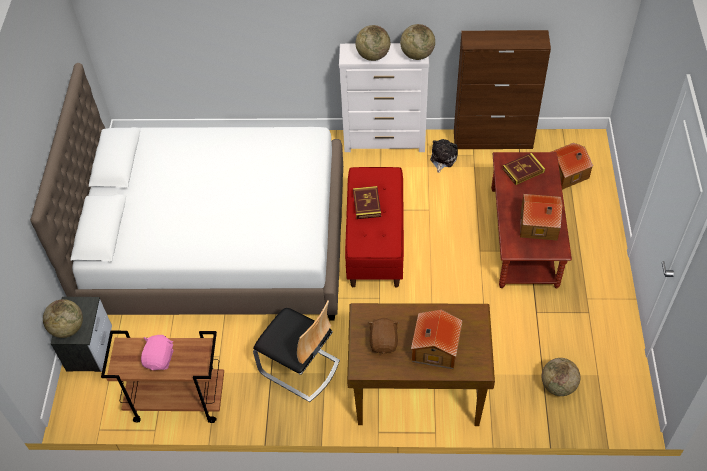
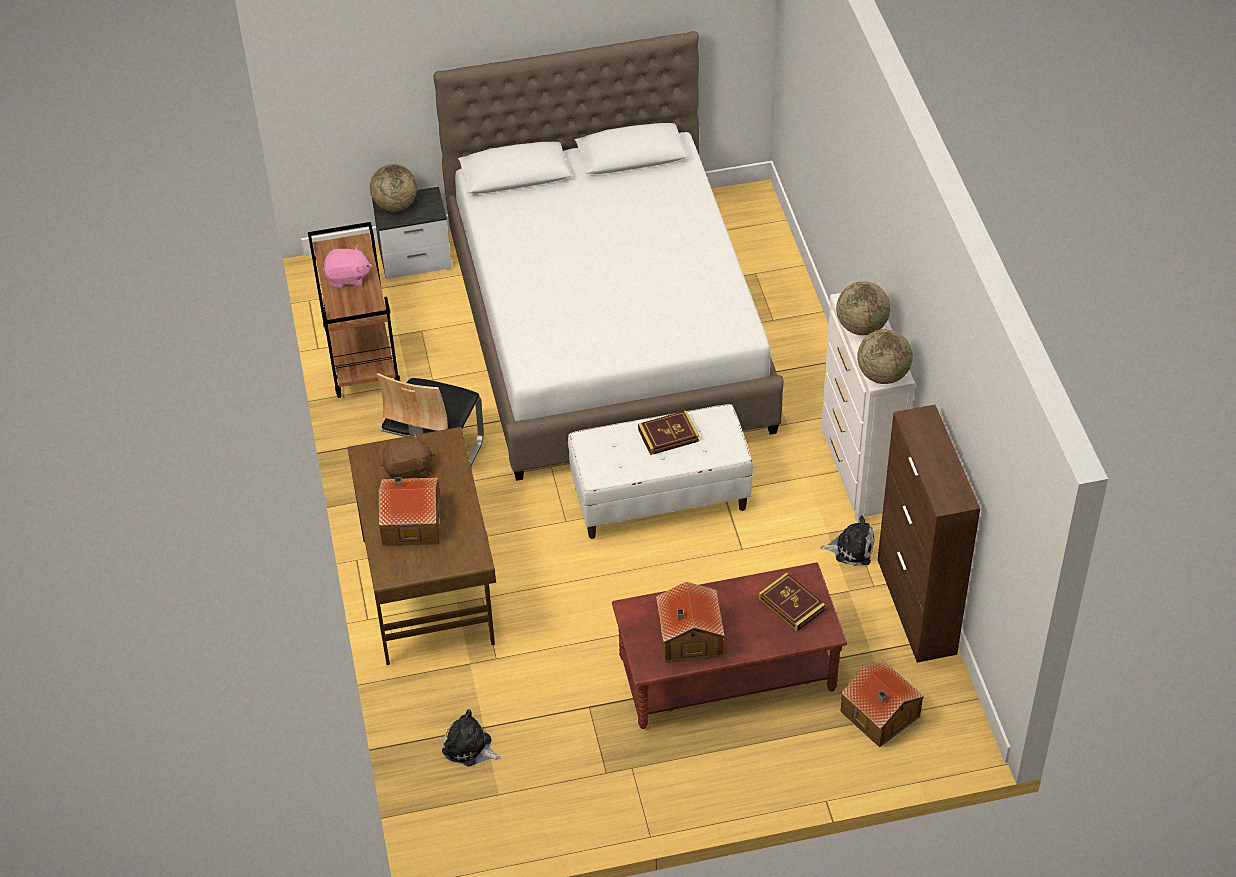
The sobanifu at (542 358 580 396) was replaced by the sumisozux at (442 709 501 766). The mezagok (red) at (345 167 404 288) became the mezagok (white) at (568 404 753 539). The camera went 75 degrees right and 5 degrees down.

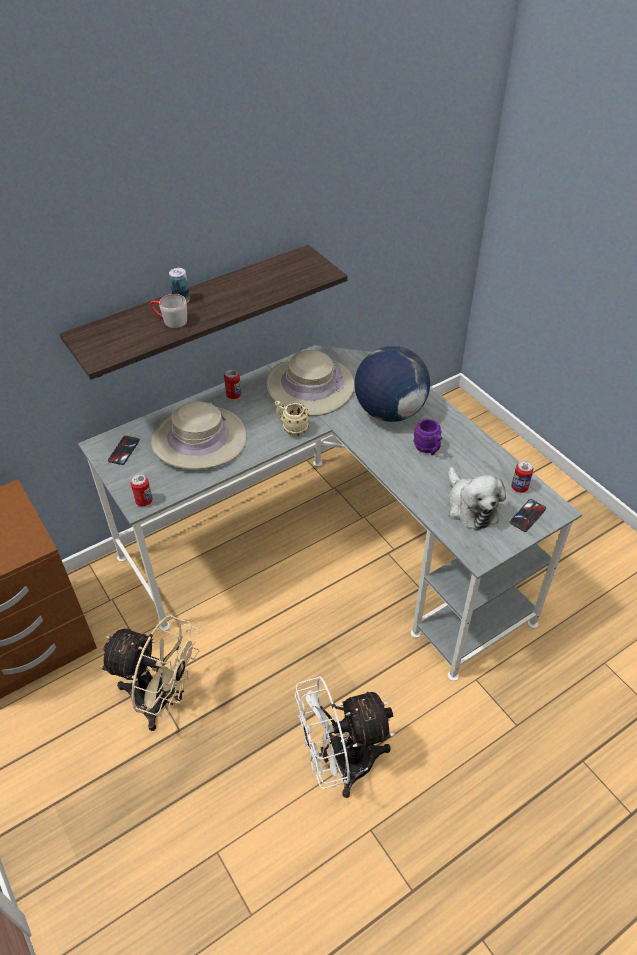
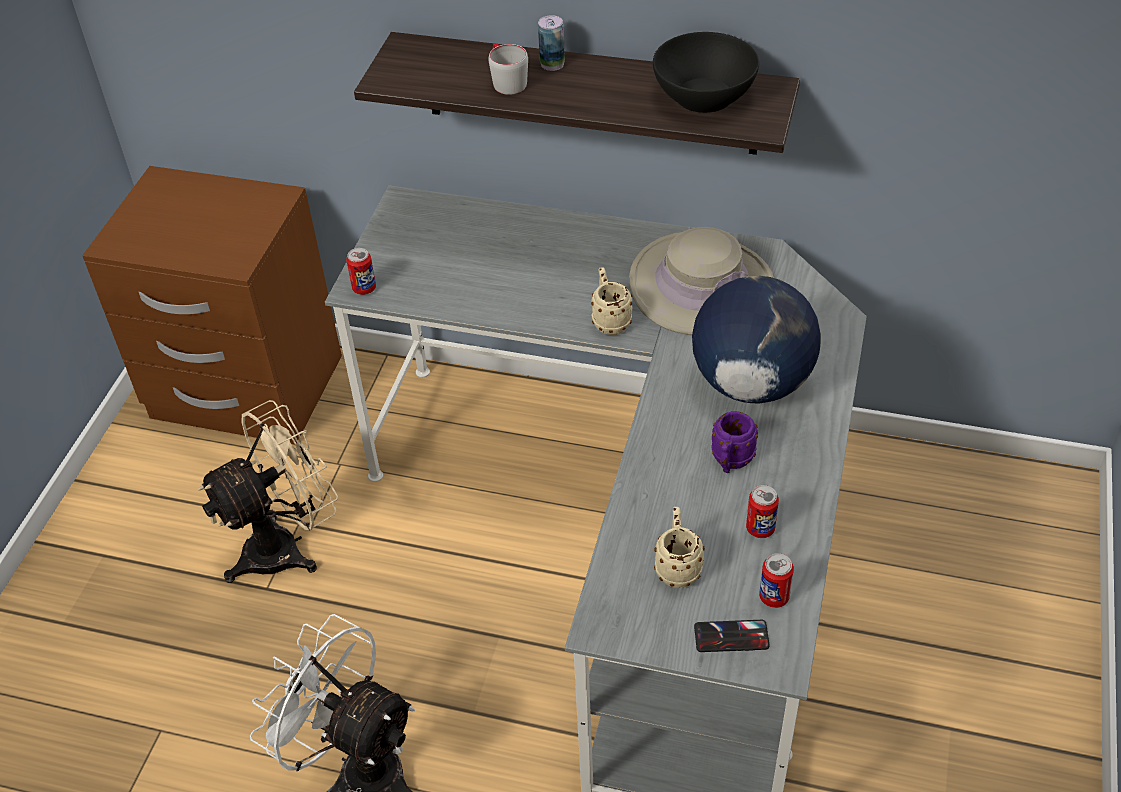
The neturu at (108 436 140 465) disappeared. The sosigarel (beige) at (151 402 247 470) disappeared. The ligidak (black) at (653 32 759 113) appeared. The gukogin moved from (224 369 241 399) to (746 485 779 538). The sumisozux at (448 467 506 530) was replaced by the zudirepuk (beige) at (654 507 705 588). The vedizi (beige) at (99 615 200 731) turned 105 degrees counterclockwise. The camera went 50 degrees right and 0 degrees up.

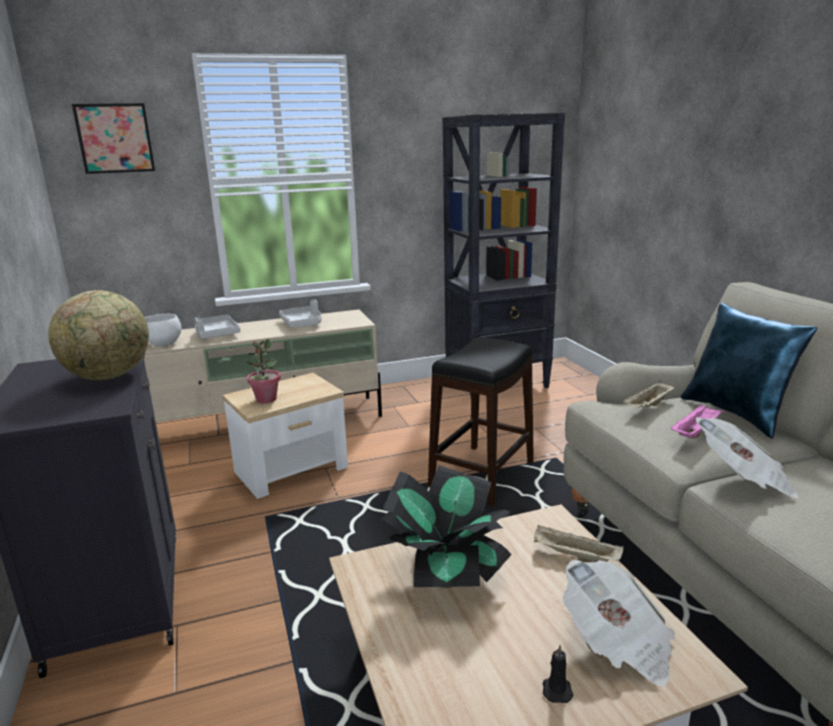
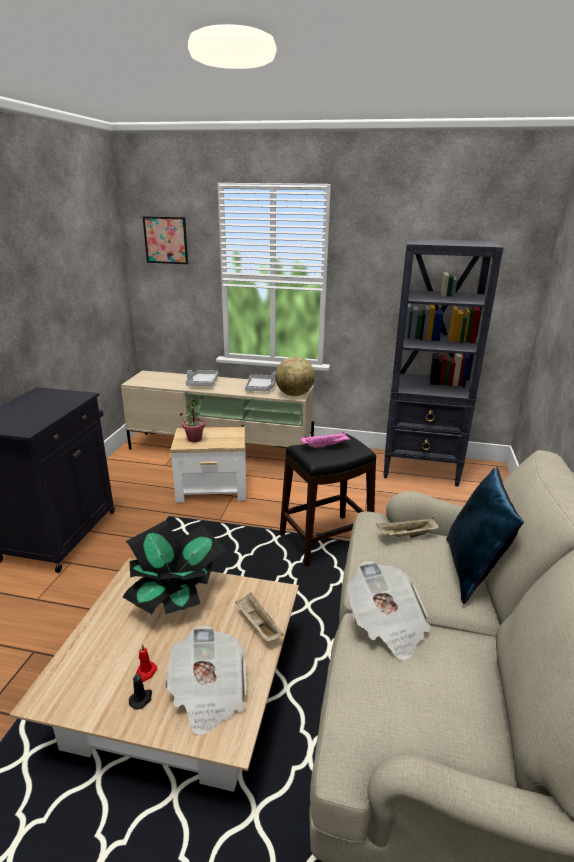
The ligidak (white) at (145 314 182 347) disappeared. The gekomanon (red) at (136 644 157 682) appeared. The sobanifu moved from (48 290 149 380) to (275 357 315 396). The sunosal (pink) moved from (670 403 725 439) to (301 432 351 449). The camera went 30 degrees right and 5 degrees up.

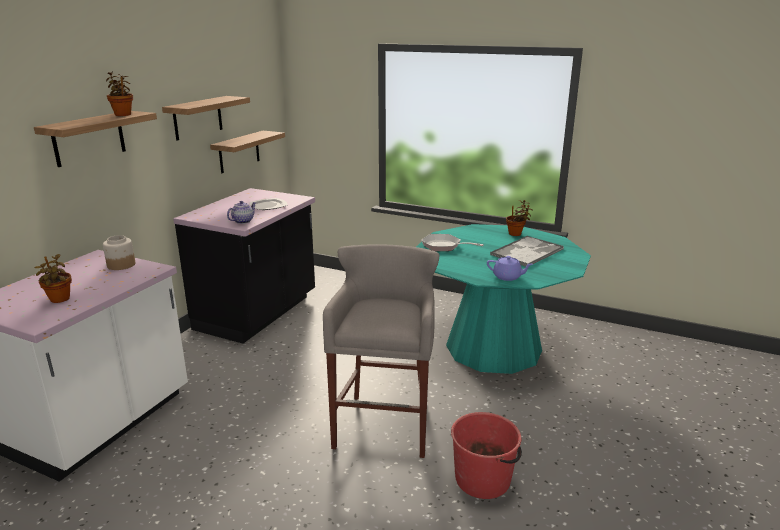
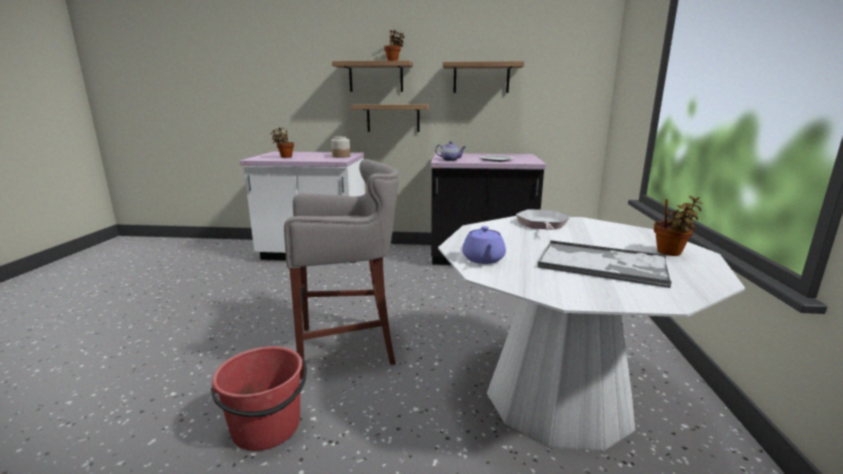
The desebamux moved from (210 131 285 173) to (351 104 429 132). The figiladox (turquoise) at (416 224 591 374) became the figiladox (white) at (438 216 745 451). The camera went 70 degrees right and 5 degrees down.

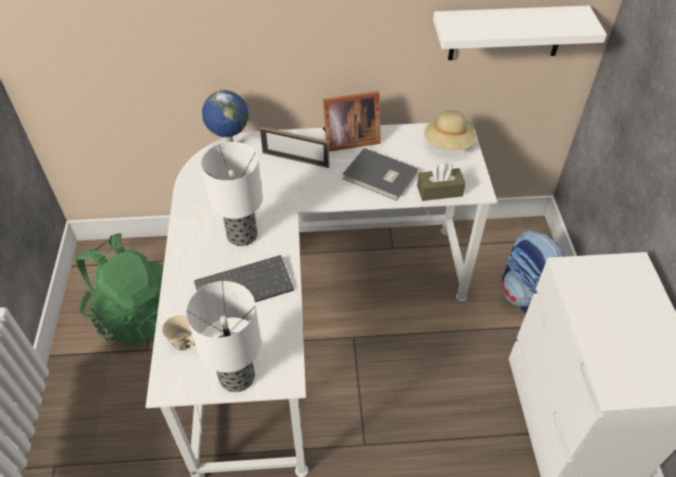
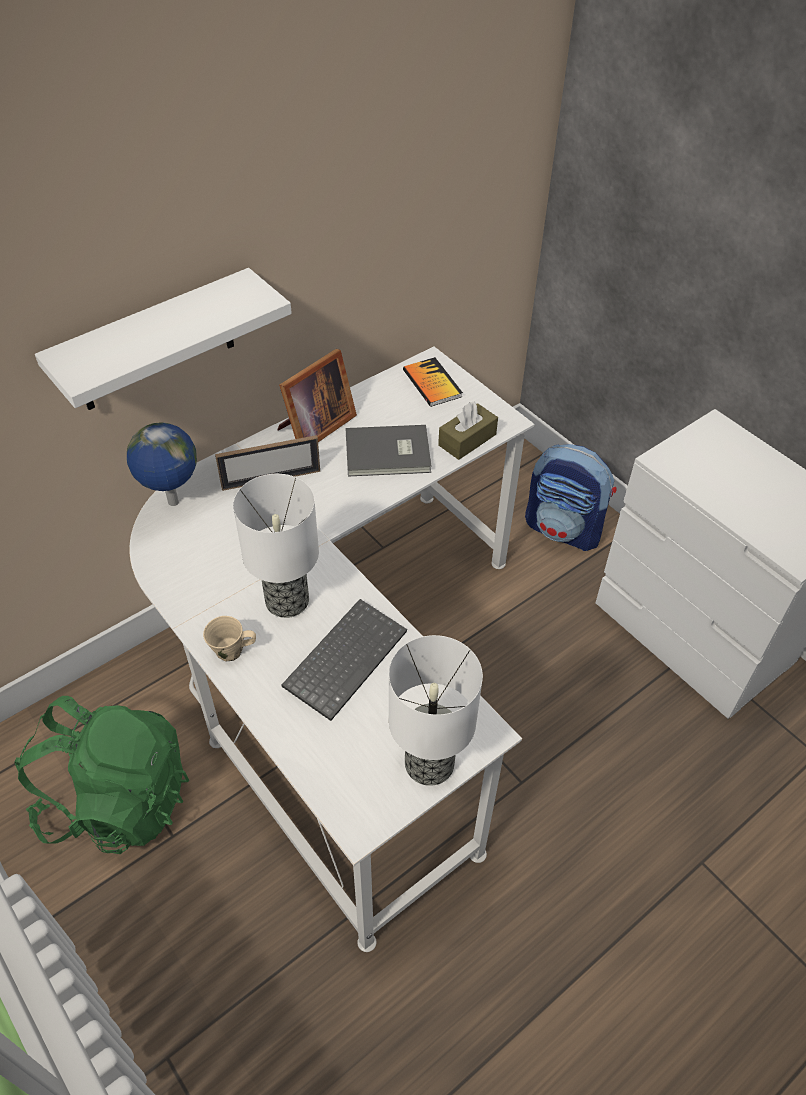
The zudirepuk (beige) moved from (162 315 195 350) to (203 616 256 661). The desebamux (white) moved from (433 6 607 60) to (35 268 292 410). The sosigarel (beige) at (424 110 476 150) was replaced by the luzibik at (403 357 463 407). The camera went 35 degrees left and 0 degrees up.

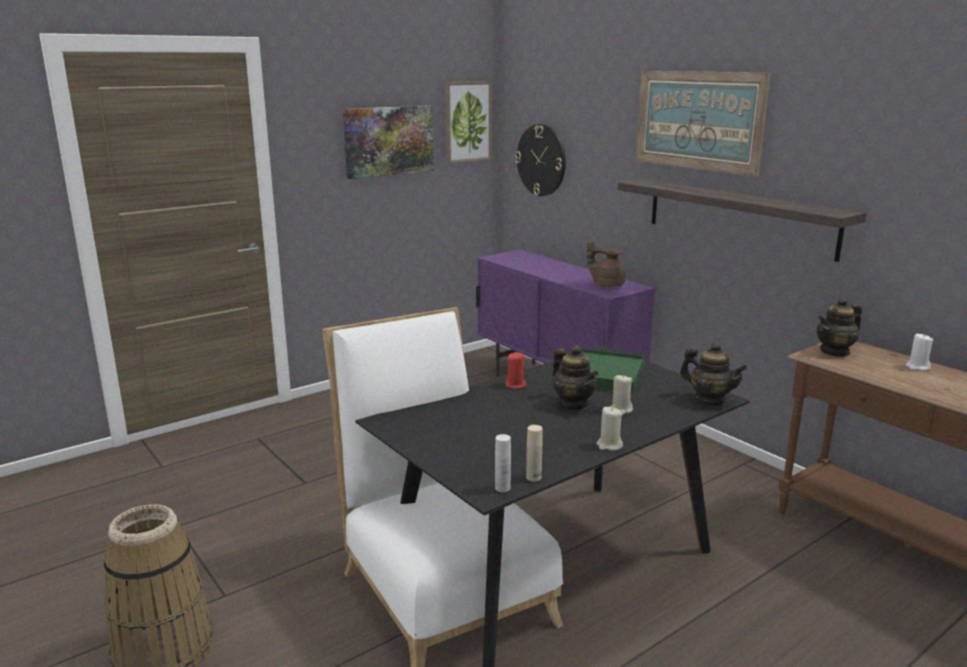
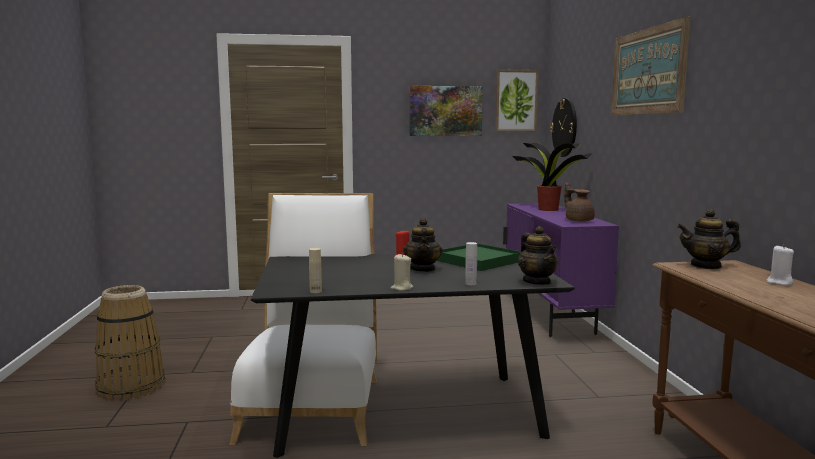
The gekomanon (beige) at (610 374 633 415) disappeared. The desebamux at (618 179 867 262) disappeared. The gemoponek at (512 143 593 211) appeared. The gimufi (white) moved from (495 434 511 492) to (465 242 477 285). The camera went 30 degrees right and 10 degrees down.

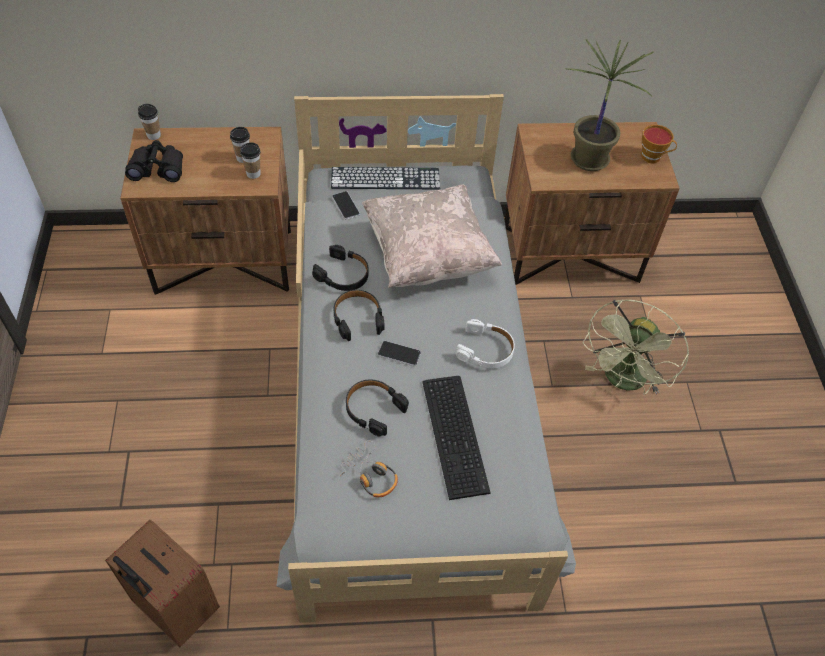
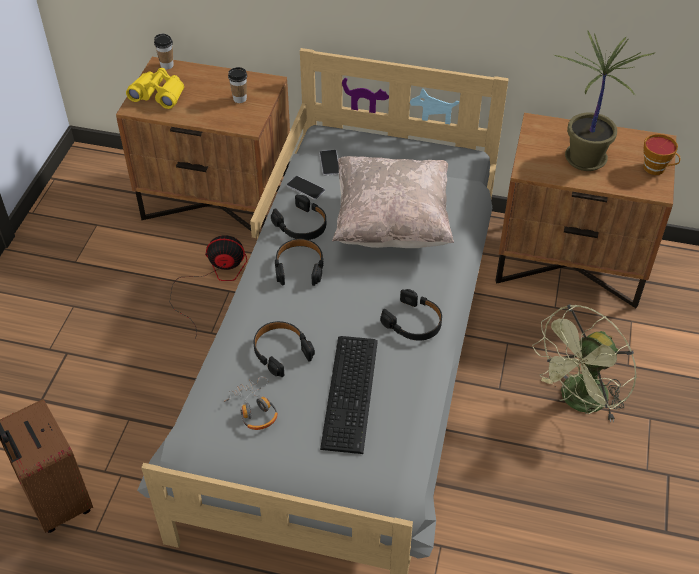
The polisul at (240 142 261 179) disappeared. The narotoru at (331 167 440 189) disappeared. The vedizi at (170 235 247 340) appeared. The neturu moved from (378 341 421 366) to (287 176 325 200). The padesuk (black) at (125 140 183 182) became the padesuk (yellow) at (126 68 184 109). The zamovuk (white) at (456 319 515 368) became the zamovuk (black) at (380 289 442 341). The camera went 20 degrees right and 5 degrees down.

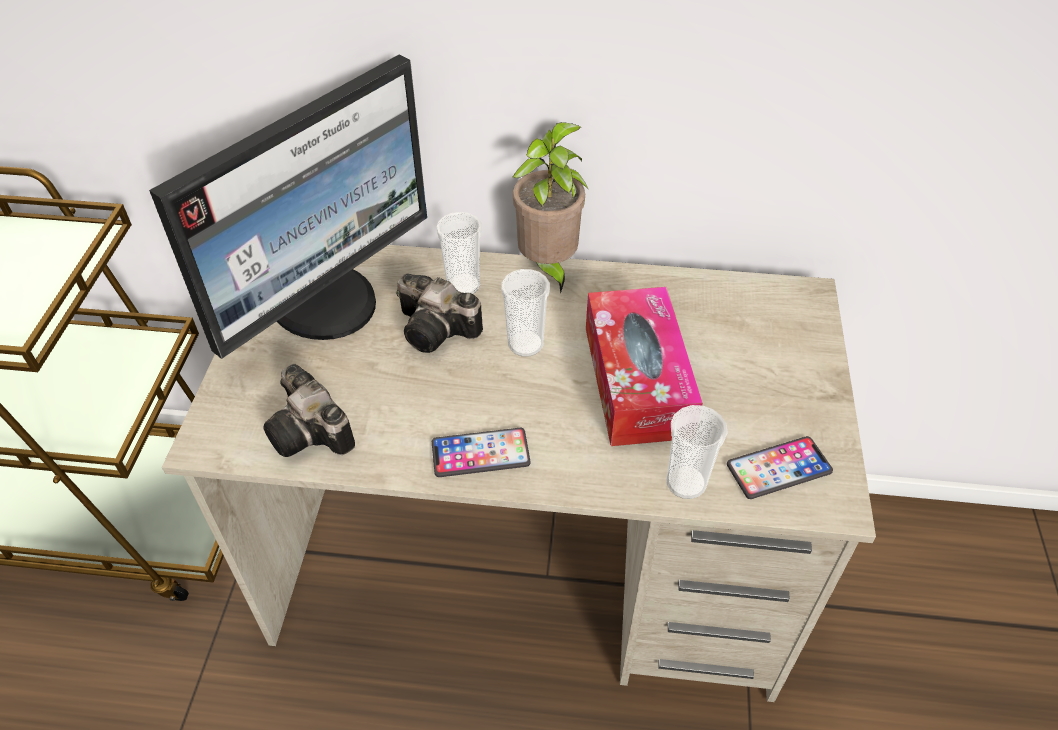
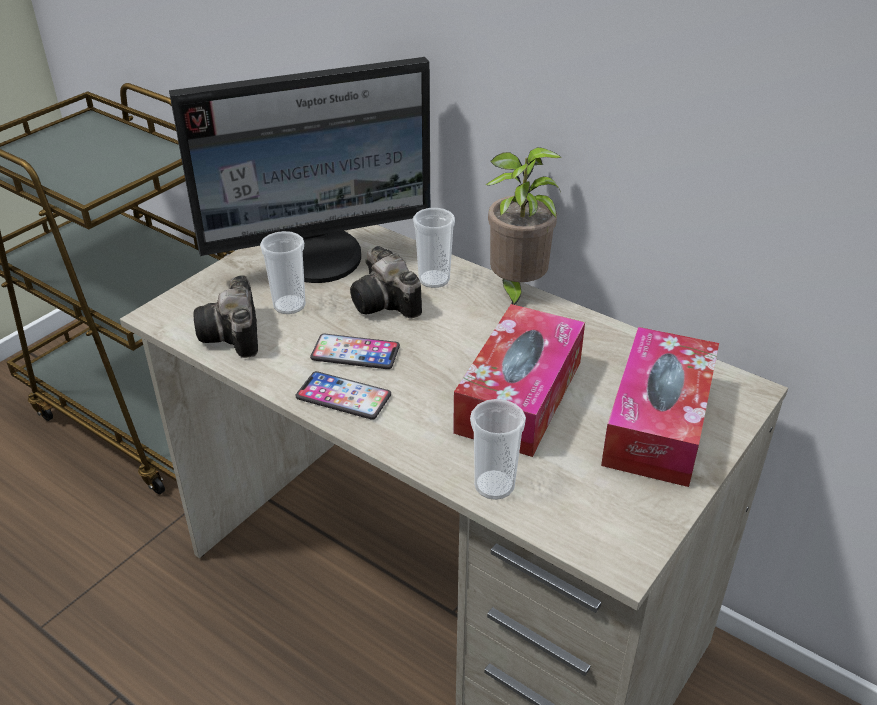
The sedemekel at (601 327 719 487) appeared. The polisul moved from (501 269 550 357) to (260 231 306 314). The neturu moved from (727 436 833 499) to (310 334 400 369). The camera went 30 degrees right and 10 degrees down.

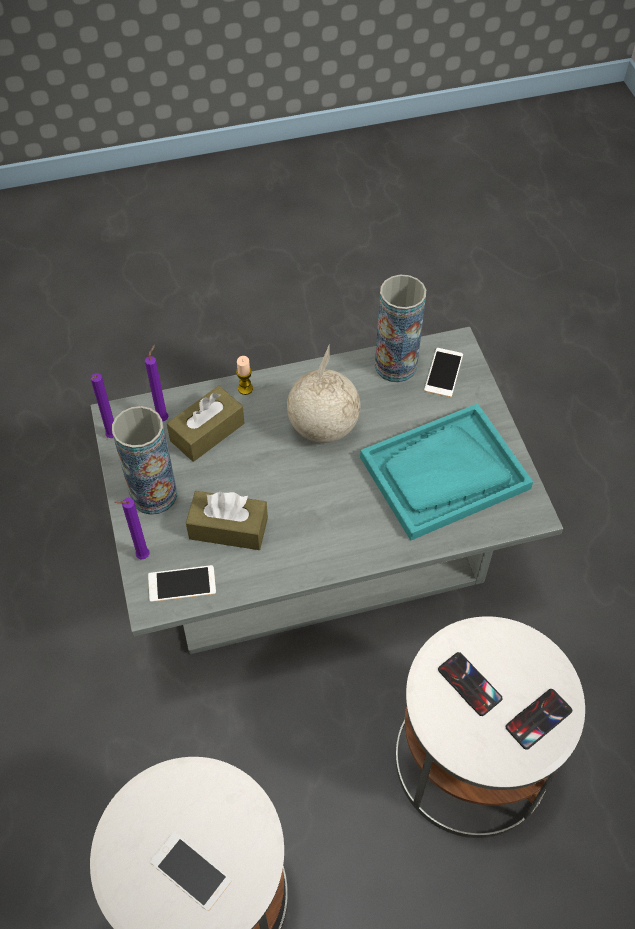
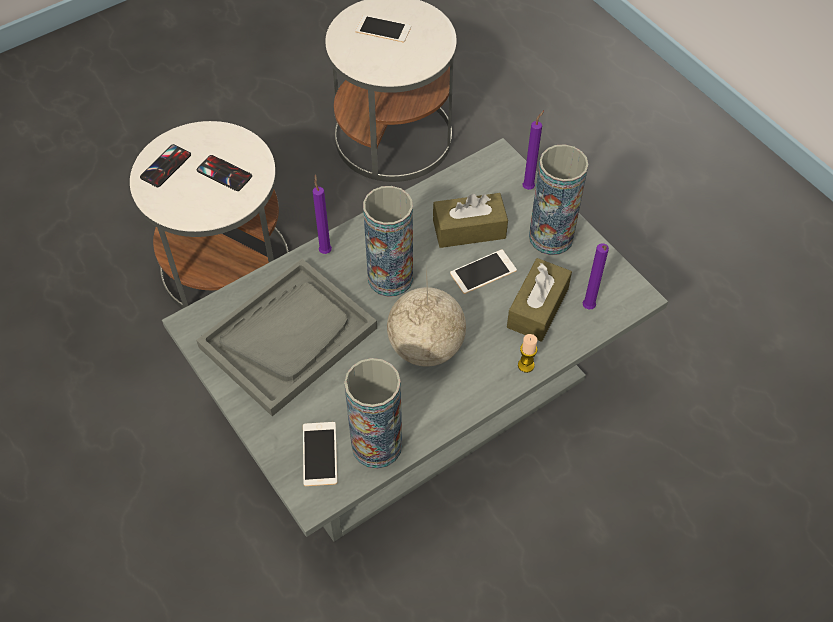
The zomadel at (363 186 413 297) appeared. The gekomanon (purple) moved from (91 373 114 438) to (313 174 332 254). The neturu moved from (148 565 216 602) to (450 249 517 294). The sunosal (turquoise) at (360 403 533 541) became the sunosal (grey) at (196 259 377 416). The camera went 160 degrees right and 0 degrees up.

